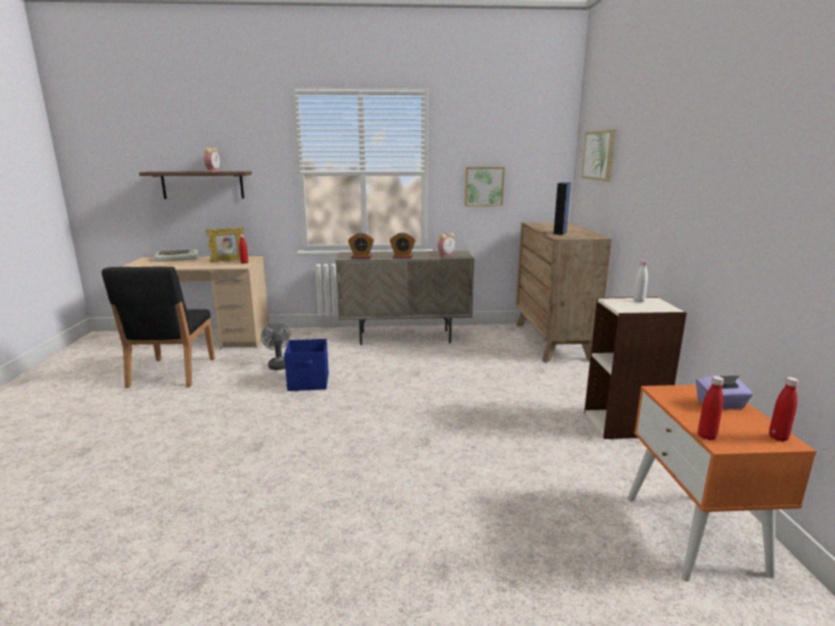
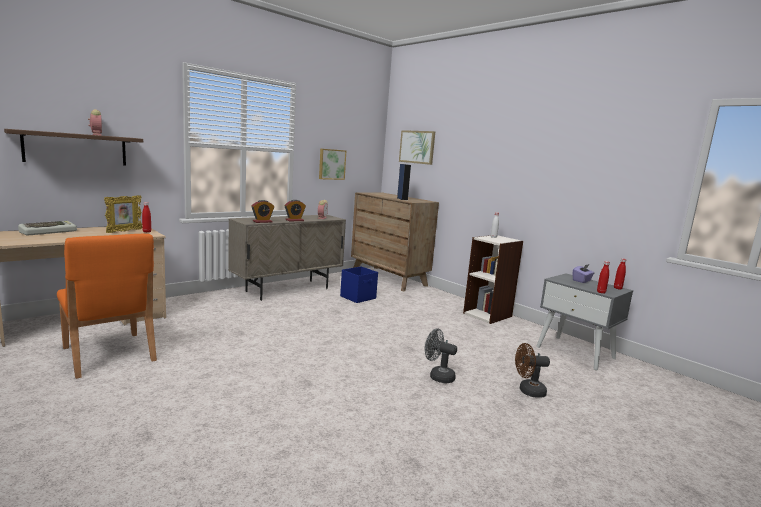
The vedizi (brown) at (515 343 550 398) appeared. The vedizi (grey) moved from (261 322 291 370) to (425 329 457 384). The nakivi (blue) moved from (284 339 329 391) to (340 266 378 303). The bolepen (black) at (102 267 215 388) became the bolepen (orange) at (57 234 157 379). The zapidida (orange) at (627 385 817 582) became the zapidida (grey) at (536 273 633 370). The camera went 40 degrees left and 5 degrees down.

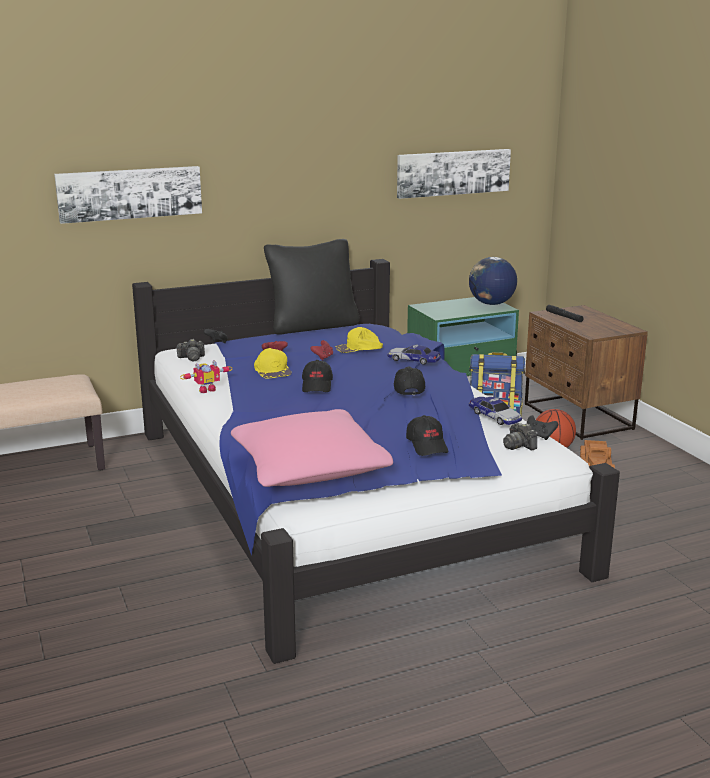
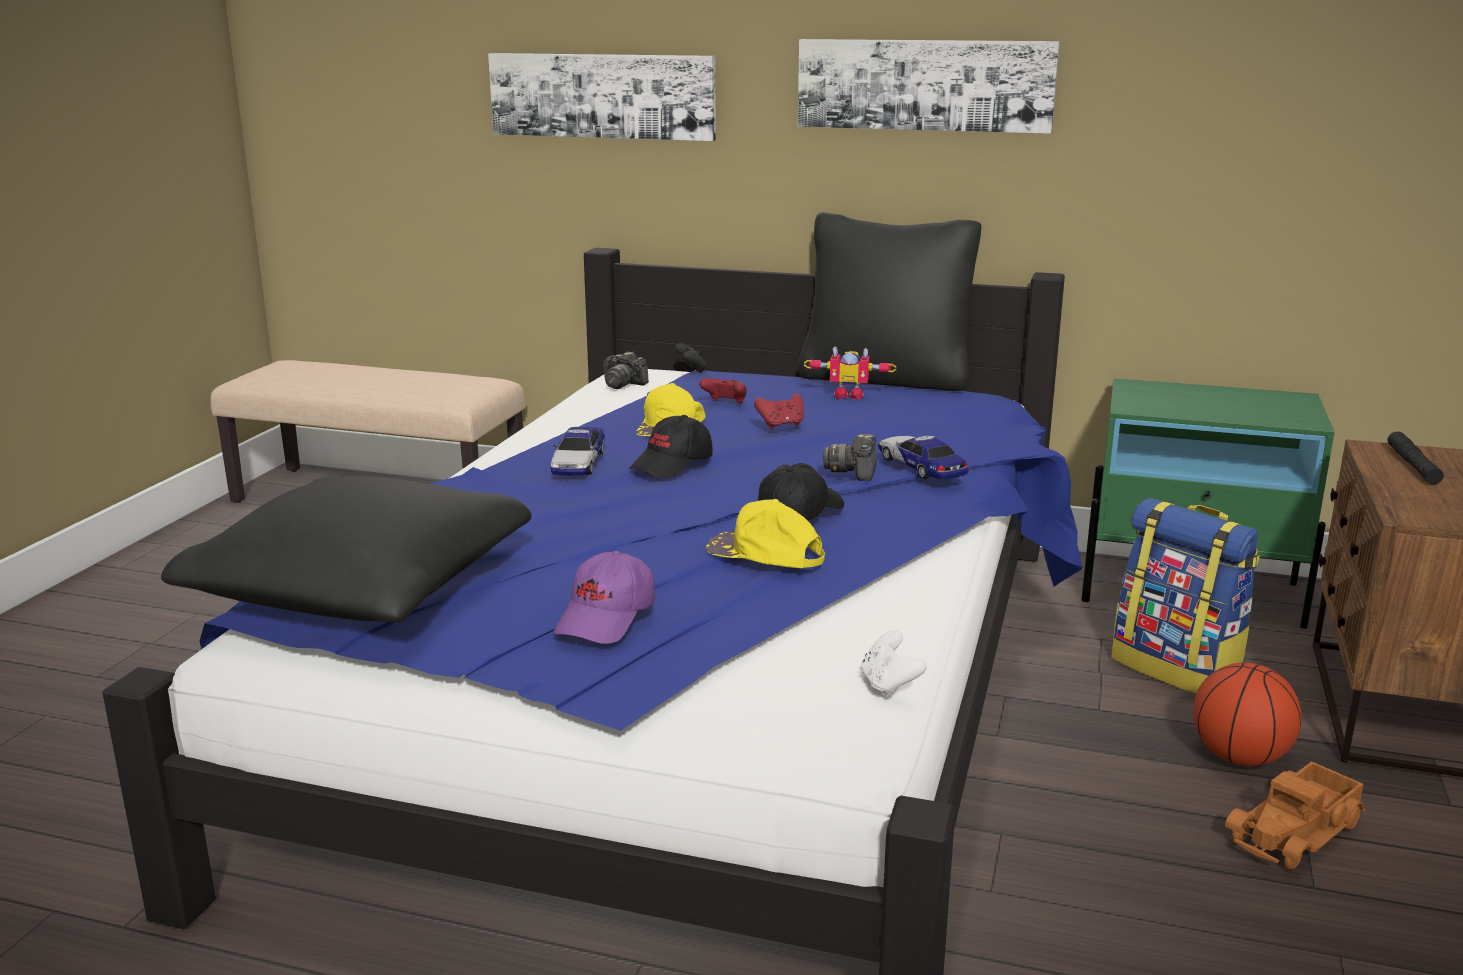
The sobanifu at (469 257 517 305) disappeared. The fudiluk moved from (180 360 233 393) to (804 347 897 400). The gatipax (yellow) moved from (336 327 383 353) to (706 499 825 569). The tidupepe moved from (397 149 511 199) to (798 39 1060 134). The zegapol moved from (469 397 522 425) to (550 427 605 476). The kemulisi moved from (503 423 537 451) to (823 434 877 481). The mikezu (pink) at (231 409 393 487) became the mikezu (black) at (161 476 532 623). The gatipax (black) at (406 415 448 456) became the gatipax (purple) at (554 551 655 644). The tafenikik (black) at (527 415 558 440) became the tafenikik (white) at (861 630 927 698). The camera went 40 degrees right and 0 degrees up.

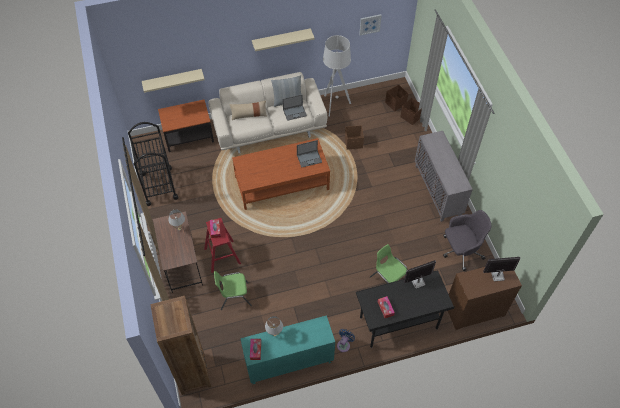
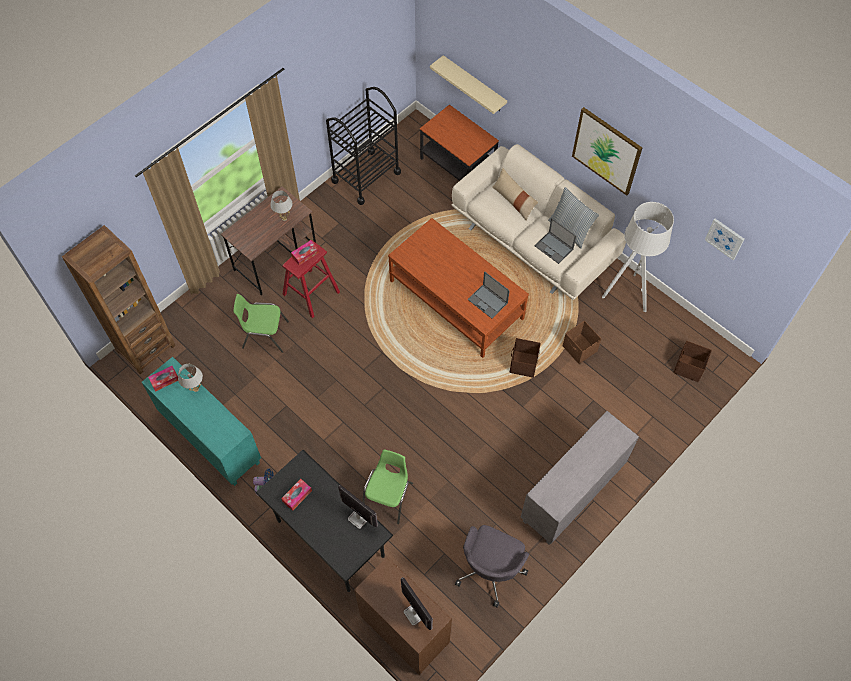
The nakivi (brown) moved from (400 98 422 125) to (509 338 541 378). The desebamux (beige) at (252 28 315 51) was replaced by the tidupepe at (572 107 642 196). The bolepen (green) at (214 271 252 310) turned 45 degrees counterclockwise. The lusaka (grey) at (443 210 491 271) turned 75 degrees clockwise. The camera went 60 degrees right and 5 degrees up.

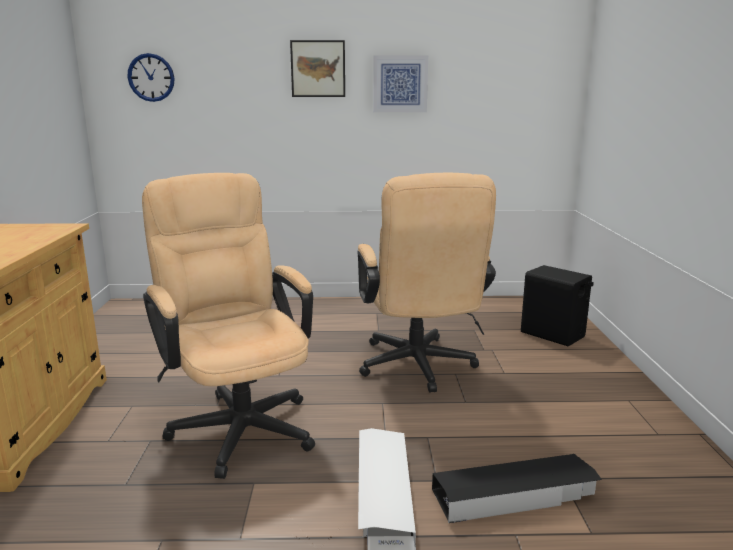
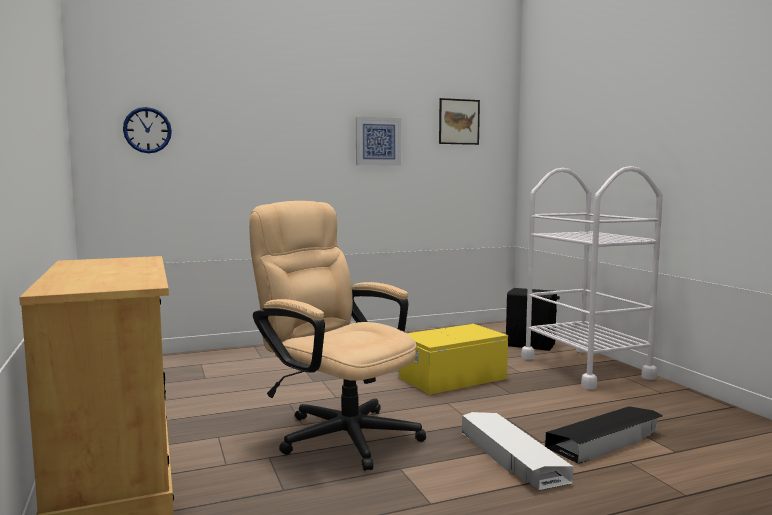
The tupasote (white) at (521 166 663 389) appeared. The tidupepe moved from (290 40 345 97) to (439 98 480 145). The lusaka (beige) at (357 173 496 393) was replaced by the nakivi (yellow) at (399 324 508 395). The camera went 20 degrees left and 10 degrees down.

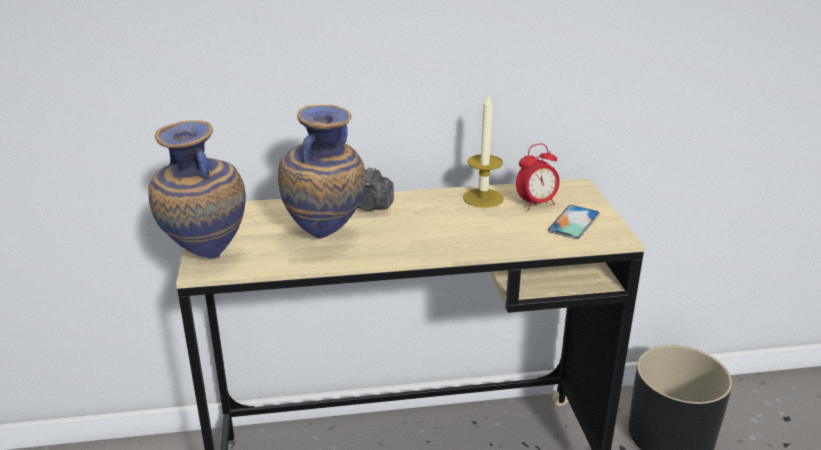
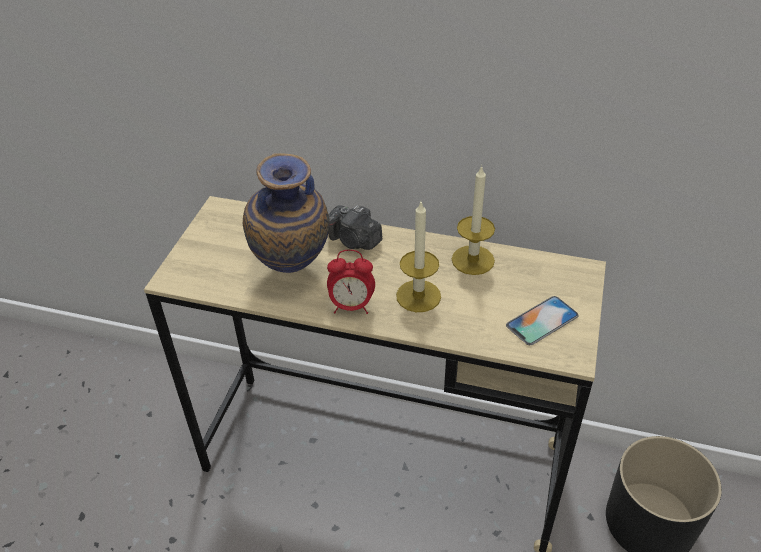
The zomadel at (148 120 246 258) disappeared. The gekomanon at (396 202 441 312) appeared. The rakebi moved from (516 143 560 210) to (327 250 375 314). The camera went 25 degrees right and 15 degrees up.

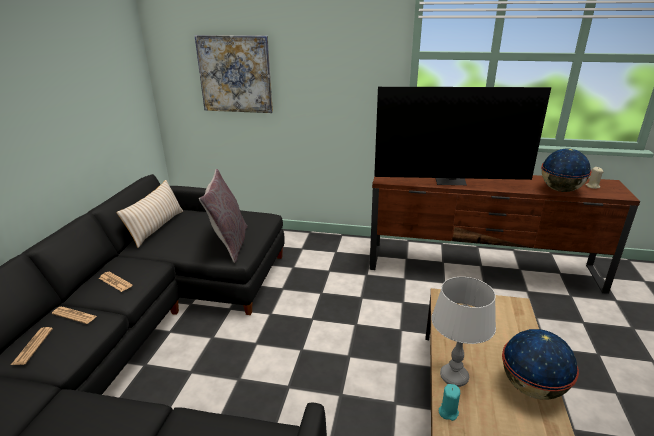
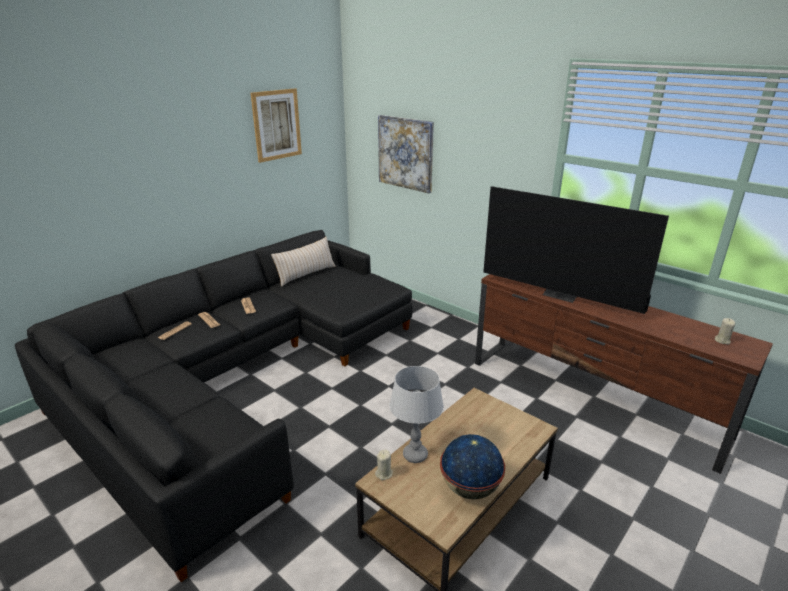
The mikezu (grey) at (199 169 247 263) disappeared. The sobanifu at (541 149 592 192) disappeared. The tidupepe at (251 88 302 163) appeared. The gekomanon (turquoise) at (439 384 460 421) became the gekomanon (beige) at (375 449 393 480). The camera went 30 degrees right and 0 degrees up.

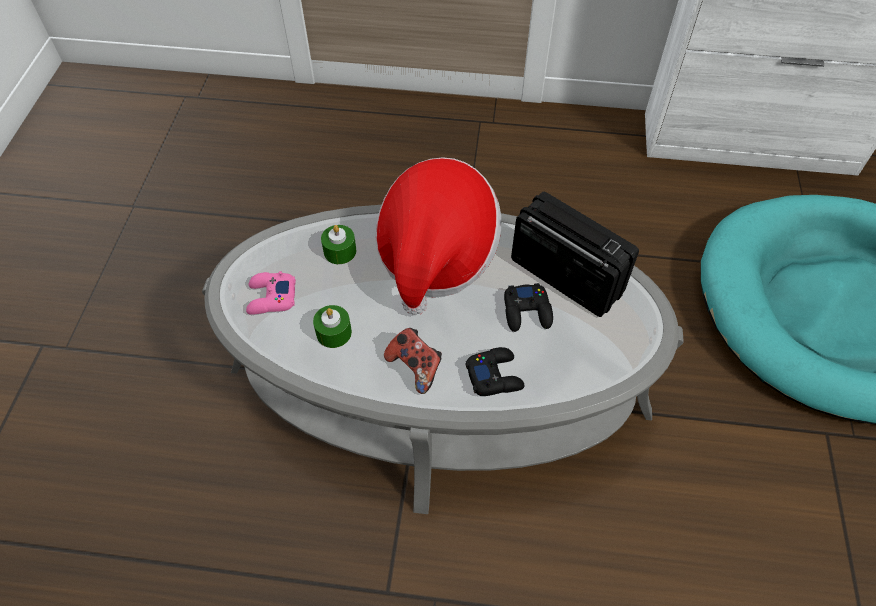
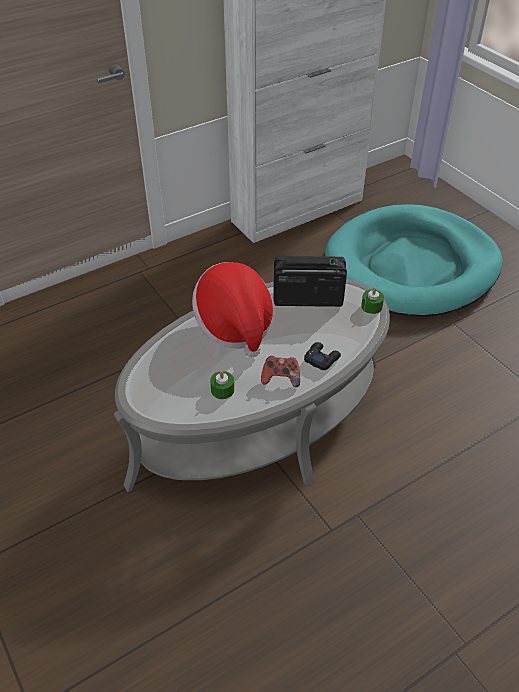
The tafenikik (pink) at (246 271 296 315) disappeared. The tafenikik (black) at (504 283 553 332) disappeared. The gekomanon (green) moved from (321 225 356 264) to (361 287 384 314). The camera went 40 degrees left and 10 degrees down.

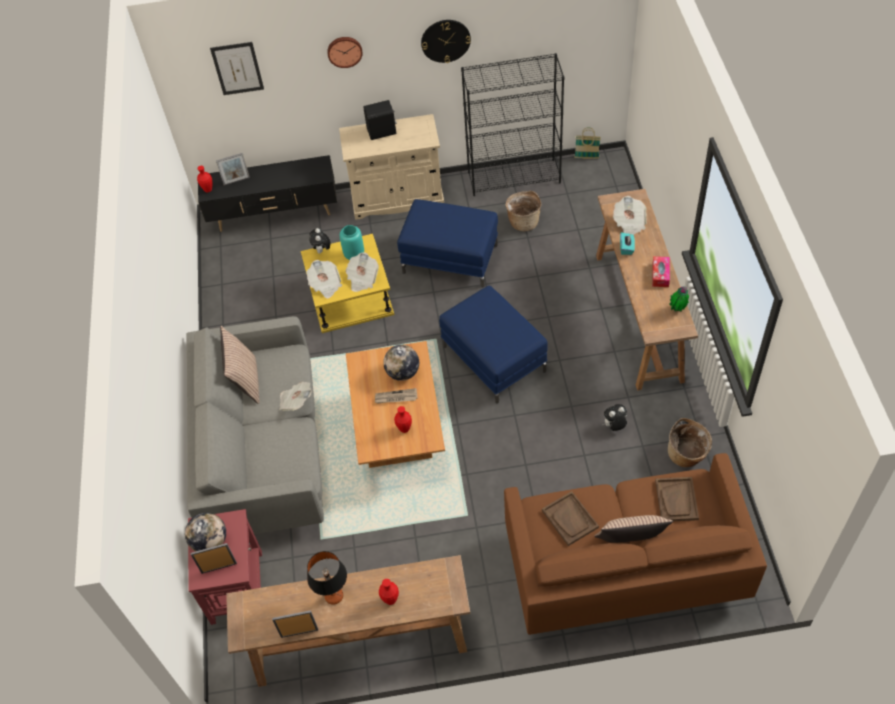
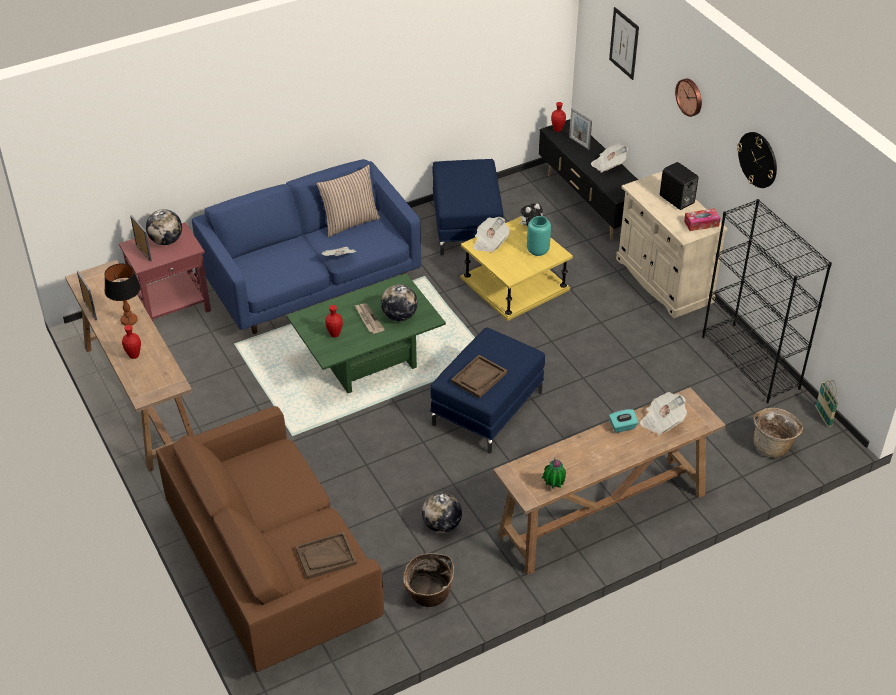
The mikezu at (594 515 673 543) disappeared. The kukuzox moved from (346 252 379 292) to (591 143 629 173). The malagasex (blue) moved from (397 199 498 287) to (433 159 504 255). The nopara moved from (505 191 541 231) to (753 408 803 458). The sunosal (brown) moved from (542 491 599 546) to (451 355 507 399). The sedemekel moved from (652 256 670 287) to (684 208 720 231). The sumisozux at (603 404 627 431) was replaced by the sobanifu at (422 492 462 533). The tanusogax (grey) at (187 316 324 534) became the tanusogax (blue) at (191 159 421 334). The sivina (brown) at (346 341 445 468) became the sivina (green) at (287 273 446 393). The camera went 65 degrees right and 10 degrees down.

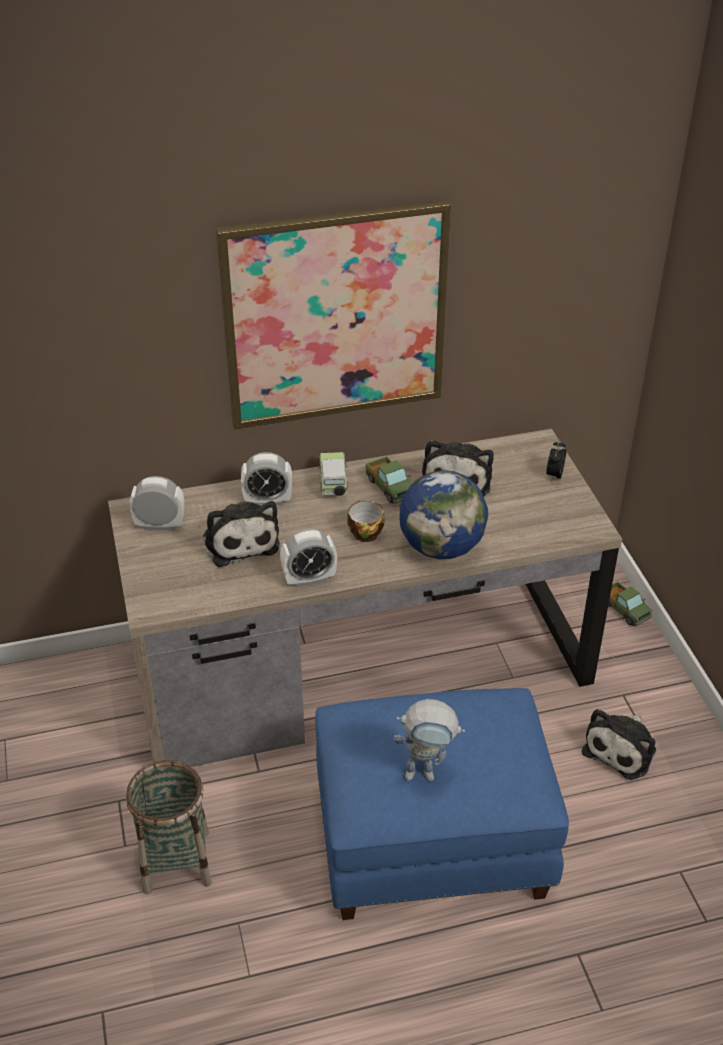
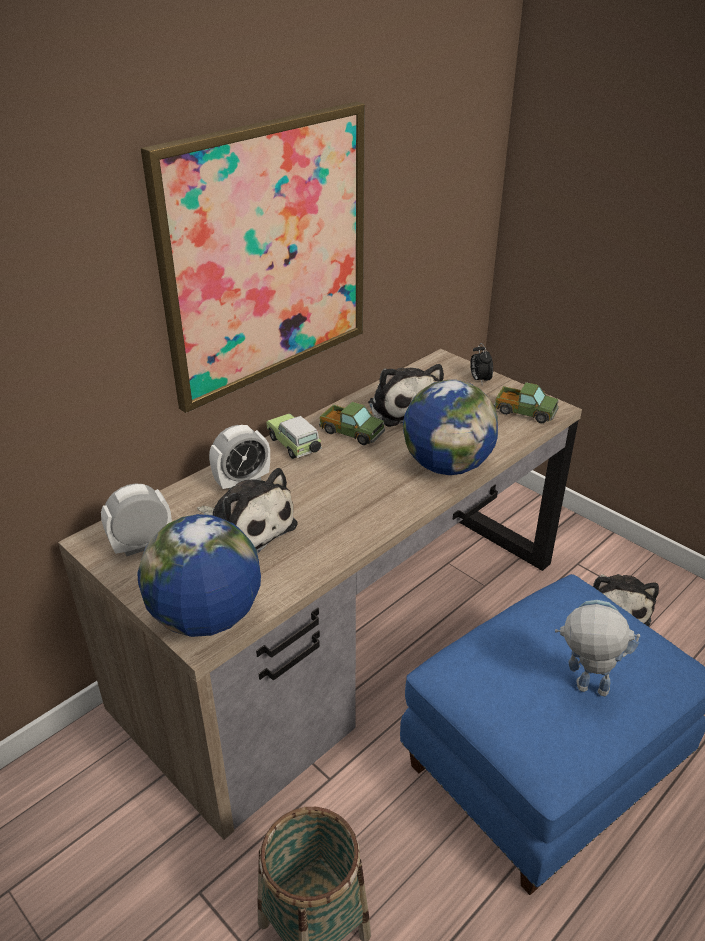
The rakebi at (280 528 337 587) disappeared. The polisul at (347 500 385 542) disappeared. The sobanifu at (137 514 261 637) appeared. The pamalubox moved from (608 582 653 626) to (494 382 559 423). The fudiluk at (394 699 465 781) turned 135 degrees counterclockwise. The camera went 30 degrees left and 5 degrees down.

